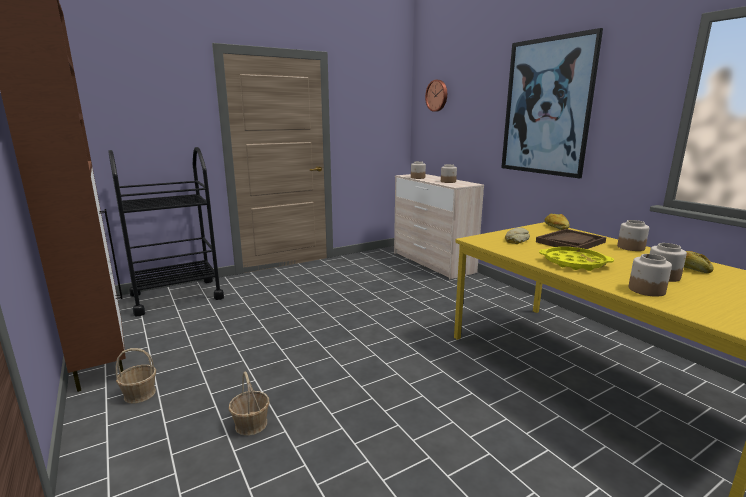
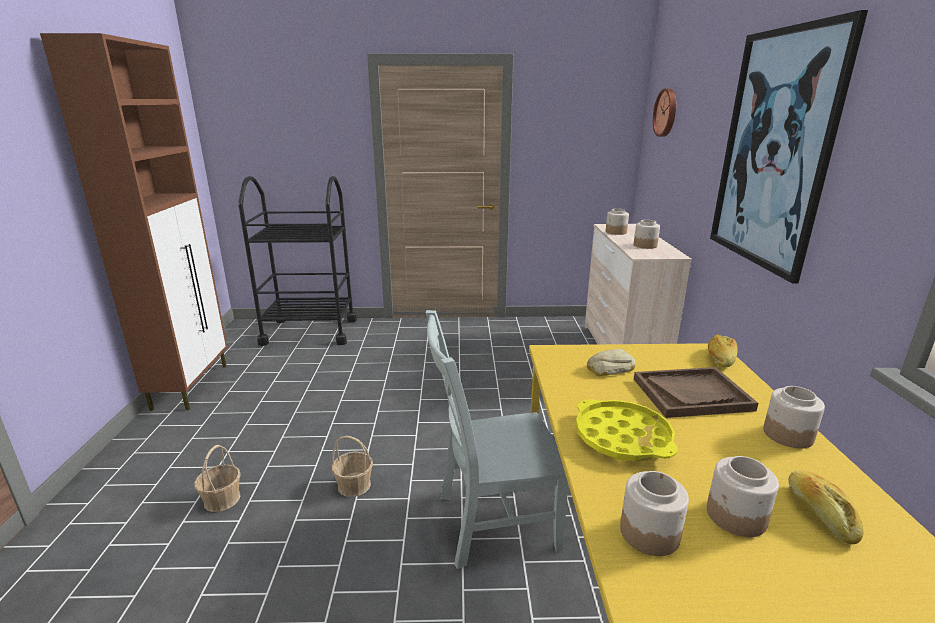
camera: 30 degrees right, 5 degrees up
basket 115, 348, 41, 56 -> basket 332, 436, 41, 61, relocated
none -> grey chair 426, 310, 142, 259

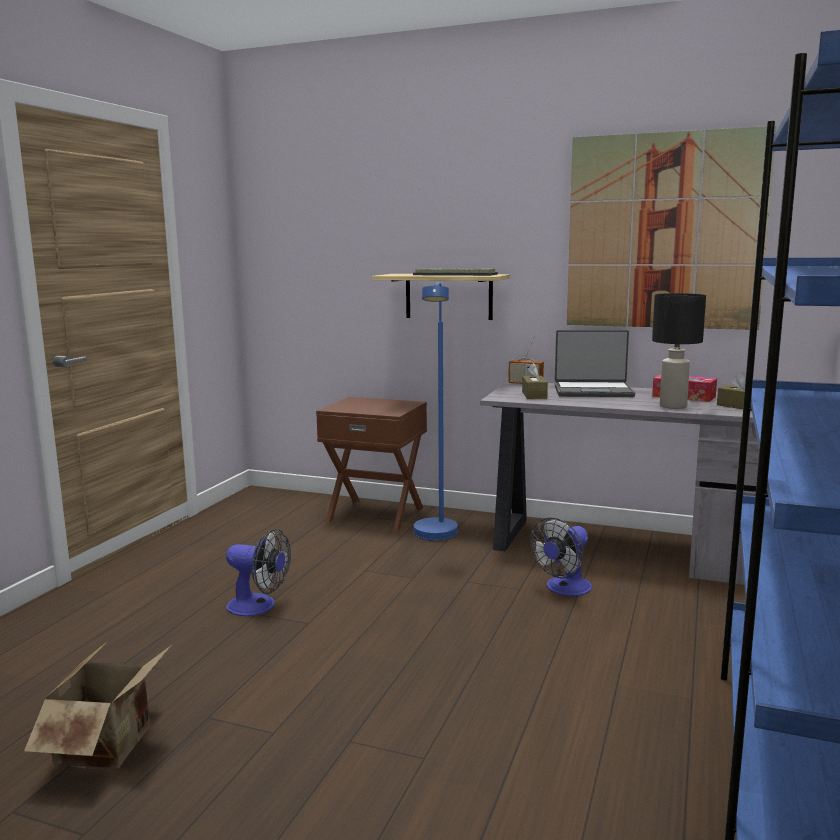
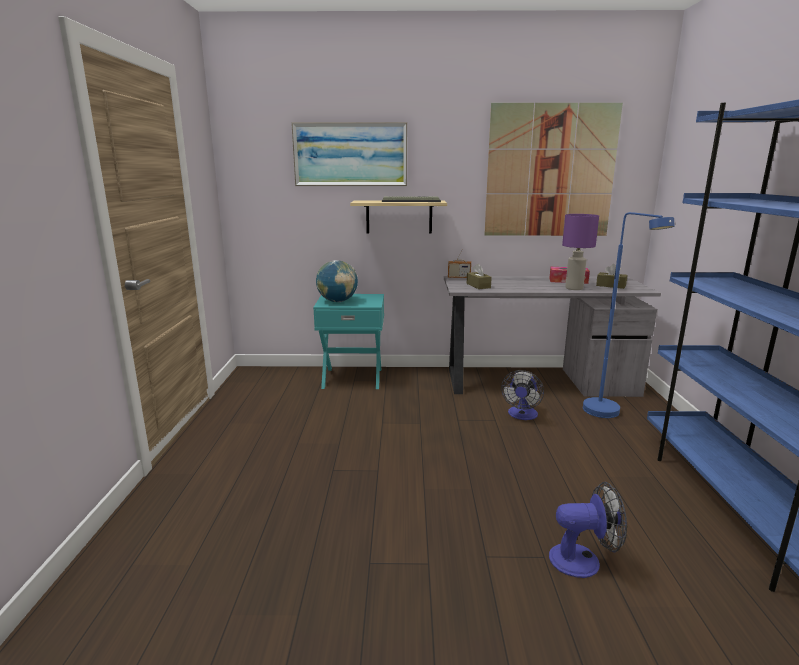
camera: 20 degrees left, 5 degrees up
none -> picture 291, 122, 116, 64
brown nightstand 316, 397, 111, 134 -> turquoise nightstand 313, 294, 71, 95
none -> globe 316, 260, 42, 42
fan 226, 529, 65, 87 -> fan 549, 482, 78, 96, relocated
black table lamp 652, 293, 54, 116 -> purple table lamp 562, 214, 37, 76
blue floor lamp 414, 282, 44, 259 -> blue floor lamp 583, 212, 92, 206, relocated
cardboard box 24, 641, 147, 128 -> none
laptop 555, 330, 80, 67 -> none

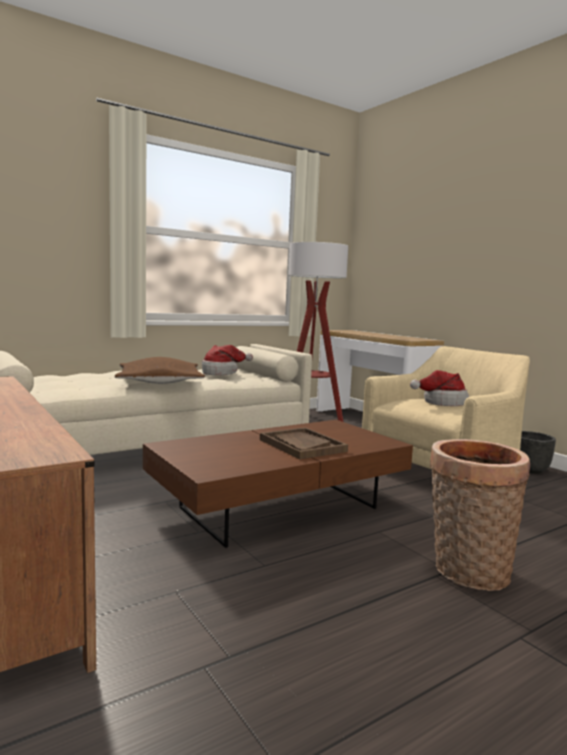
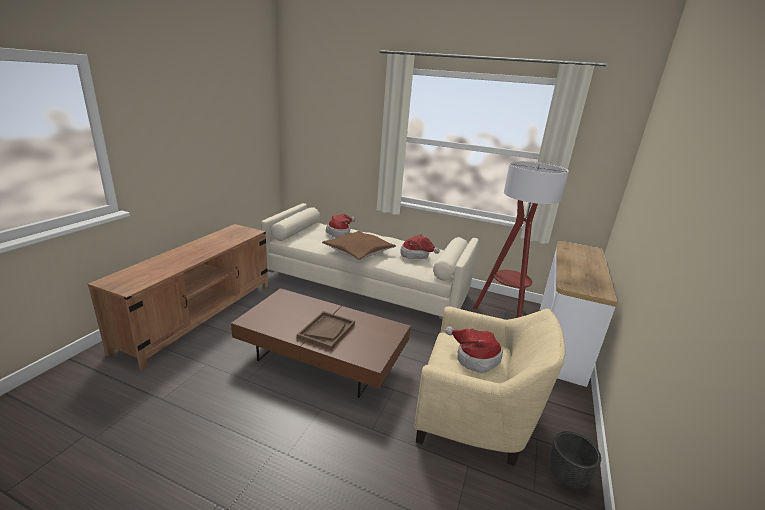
camera: 55 degrees right, 15 degrees up
none -> hat 326, 213, 29, 25
basket 430, 439, 100, 152 -> none

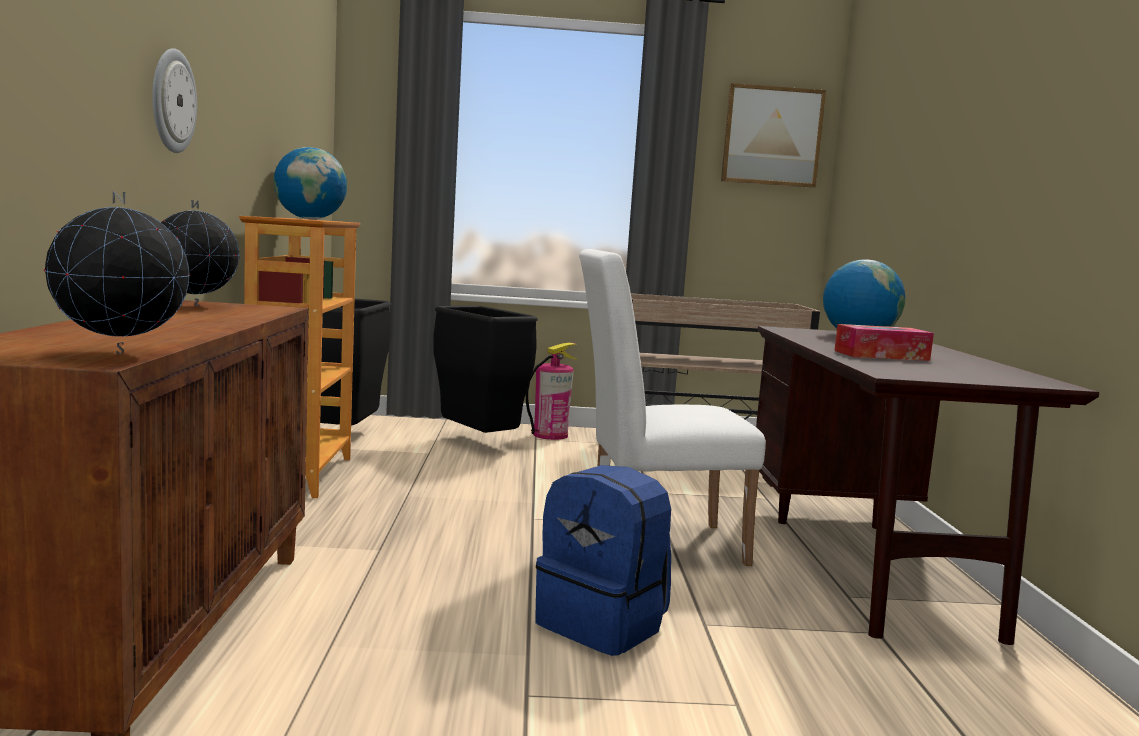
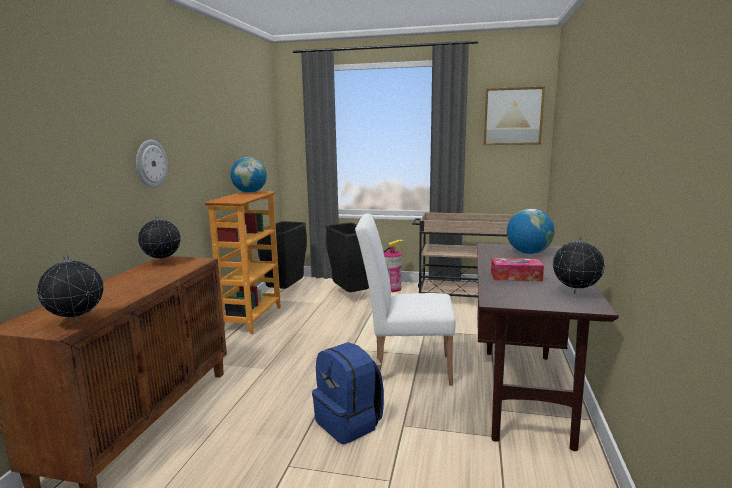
camera: 15 degrees right, 5 degrees up
none -> globe 553, 236, 52, 58

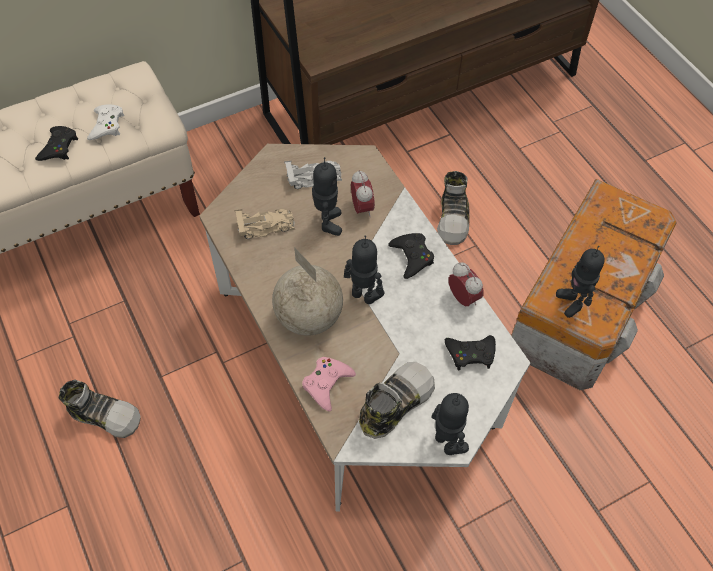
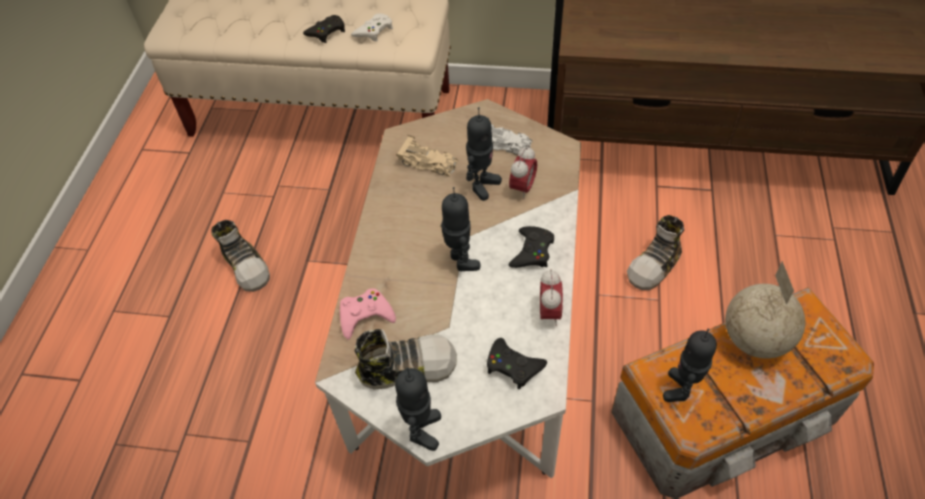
camera: 40 degrees right, 5 degrees down
globe 272, 247, 71, 89 -> globe 725, 261, 80, 98, relocated

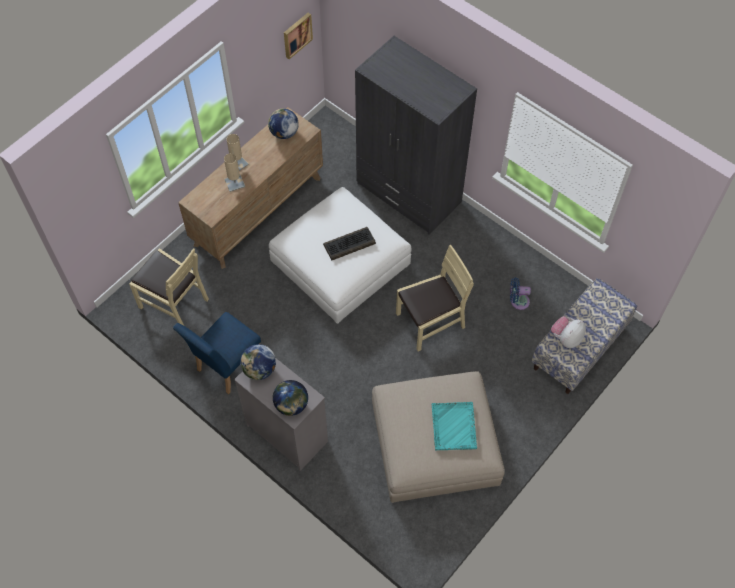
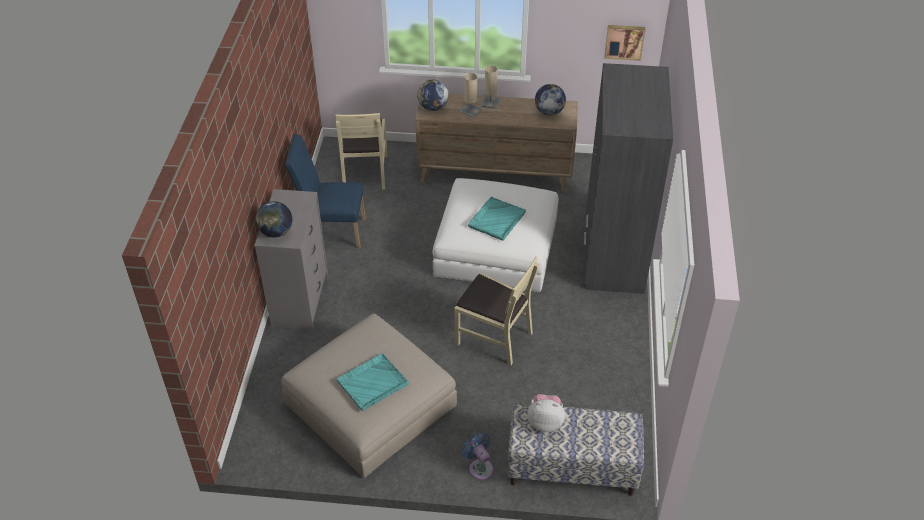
camera: 55 degrees right, 15 degrees down
globe 240, 344, 36, 36 -> globe 417, 79, 32, 32, relocated
blue fan 510, 277, 21, 33 -> blue fan 461, 433, 32, 47, relocated
keyboard 323, 227, 53, 34 -> turquoise tray 468, 197, 58, 44

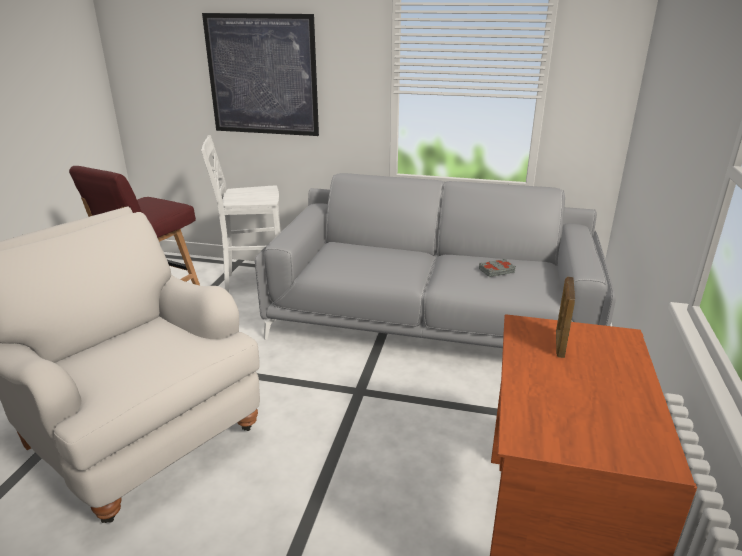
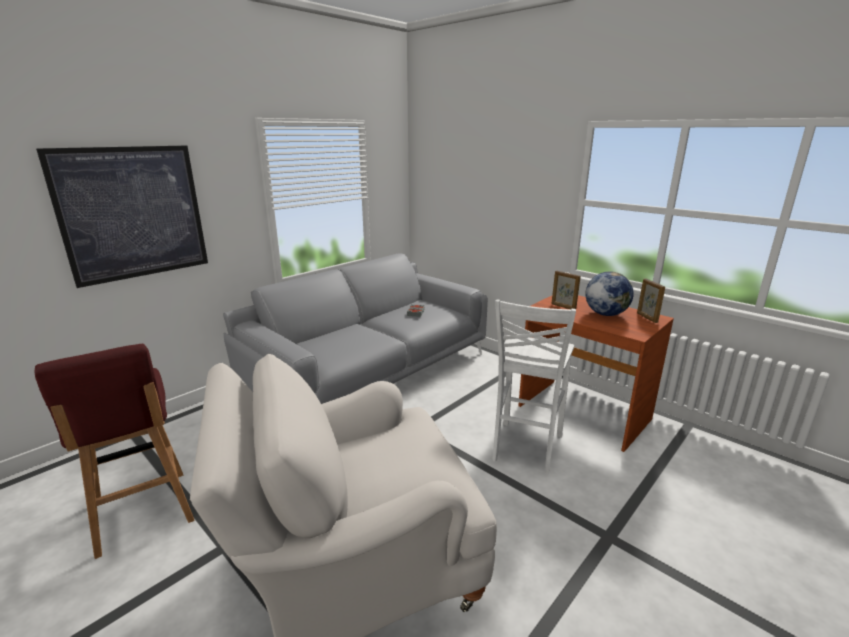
camera: 60 degrees left, 5 degrees down
white stool 201, 135, 80, 157 -> white stool 492, 299, 84, 175, relocated
none -> globe 585, 271, 49, 45
none -> picture frame 637, 279, 28, 44

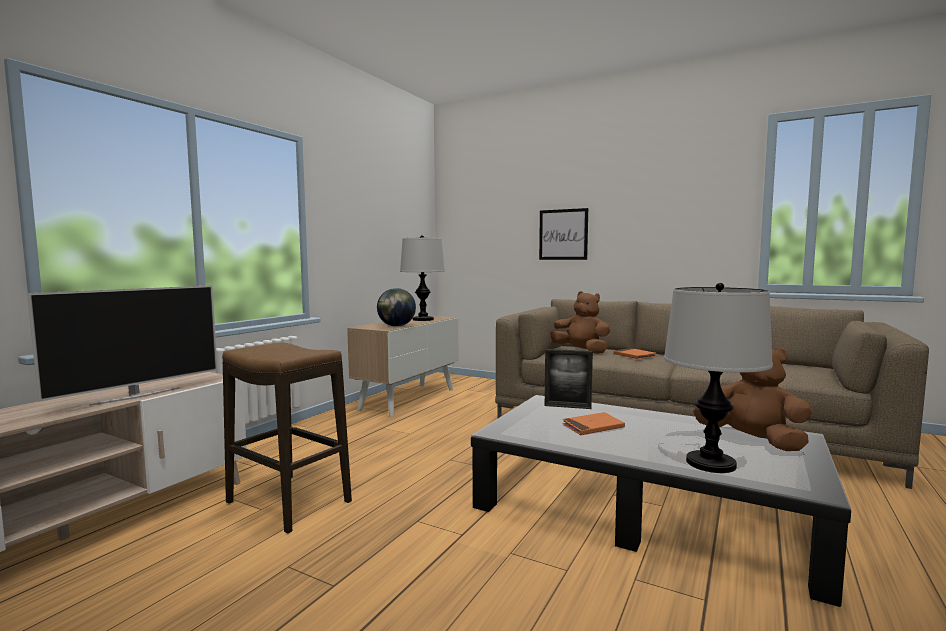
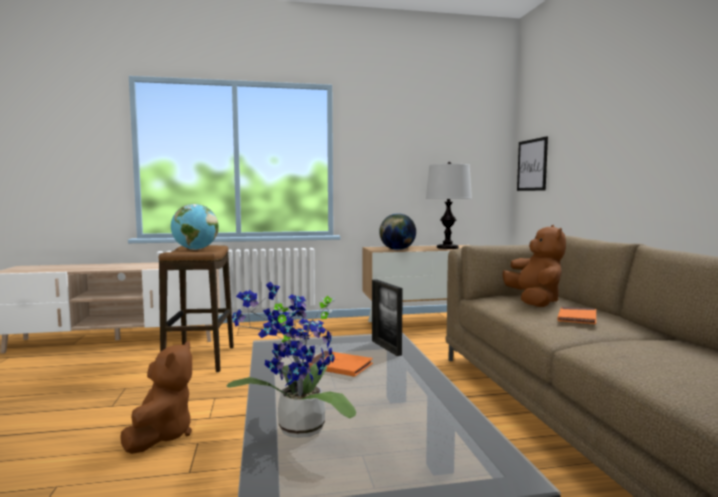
camera: 50 degrees right, 0 degrees up
brown plush toy 693, 347, 119, 104 -> brown plush toy 120, 341, 72, 113, relocated
none -> globe 171, 204, 48, 46
table lamp 664, 283, 109, 190 -> potted plant 226, 281, 130, 157
picture 539, 208, 49, 52 -> picture 517, 136, 31, 55, relocated
television 27, 285, 191, 121 -> none

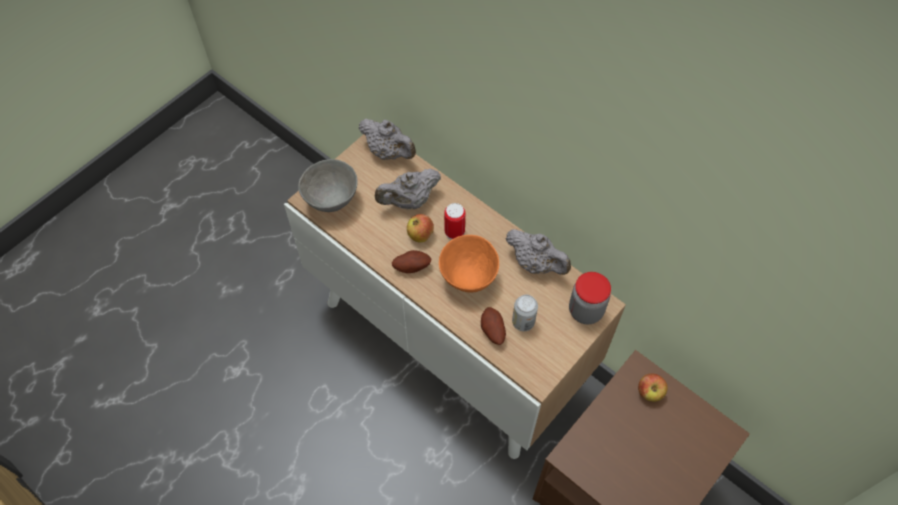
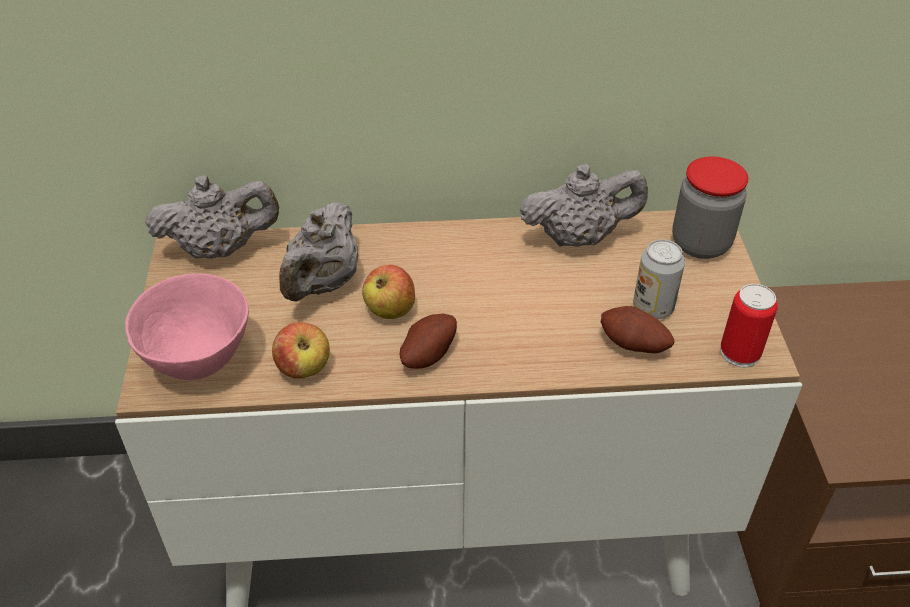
camera: 45 degrees left, 15 degrees down
grey bowl 298, 159, 60, 53 -> pink bowl 125, 273, 124, 107
apple 638, 373, 30, 29 -> apple 272, 322, 58, 57, relocated
can 444, 203, 21, 37 -> can 721, 284, 57, 83, relocated
orange bowl 439, 235, 60, 58 -> none

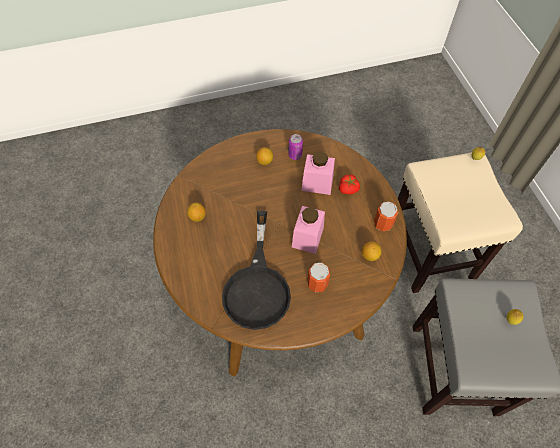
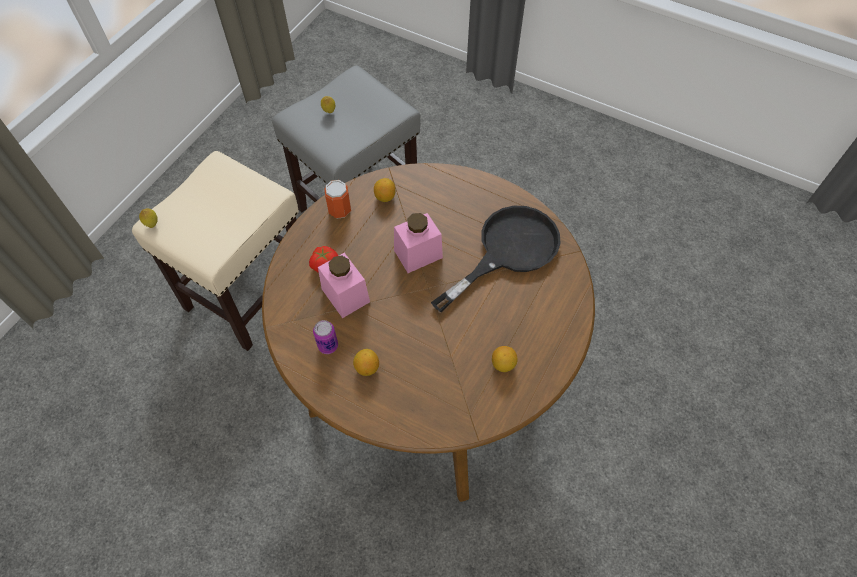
camera: 135 degrees left, 0 degrees up
can 307, 263, 23, 30 -> none

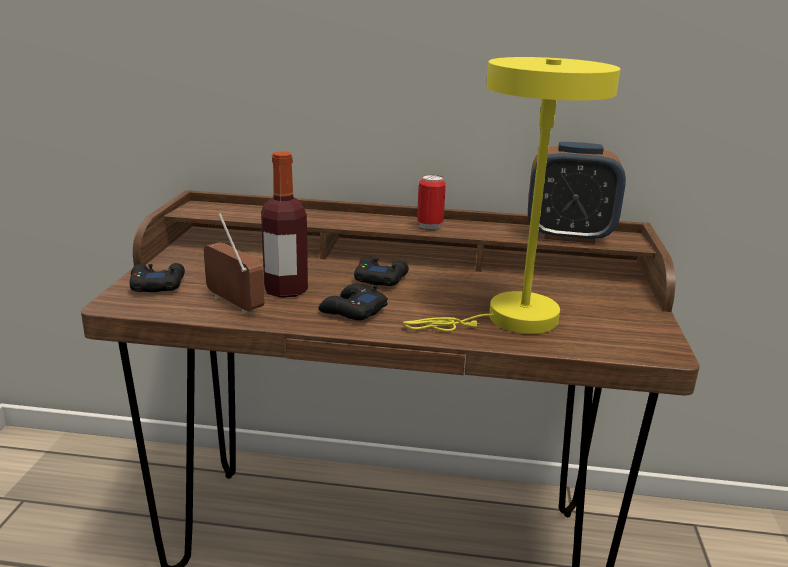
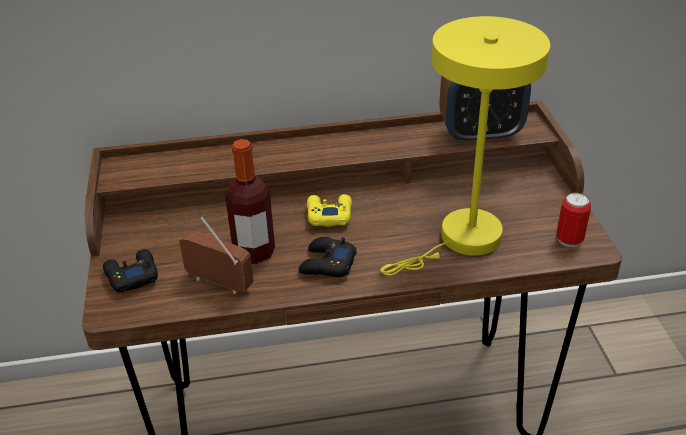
camera: 15 degrees left, 15 degrees up
black game controller 354, 256, 55, 30 -> yellow game controller 307, 194, 45, 33
can 417, 175, 29, 54 -> can 556, 193, 35, 54, relocated

